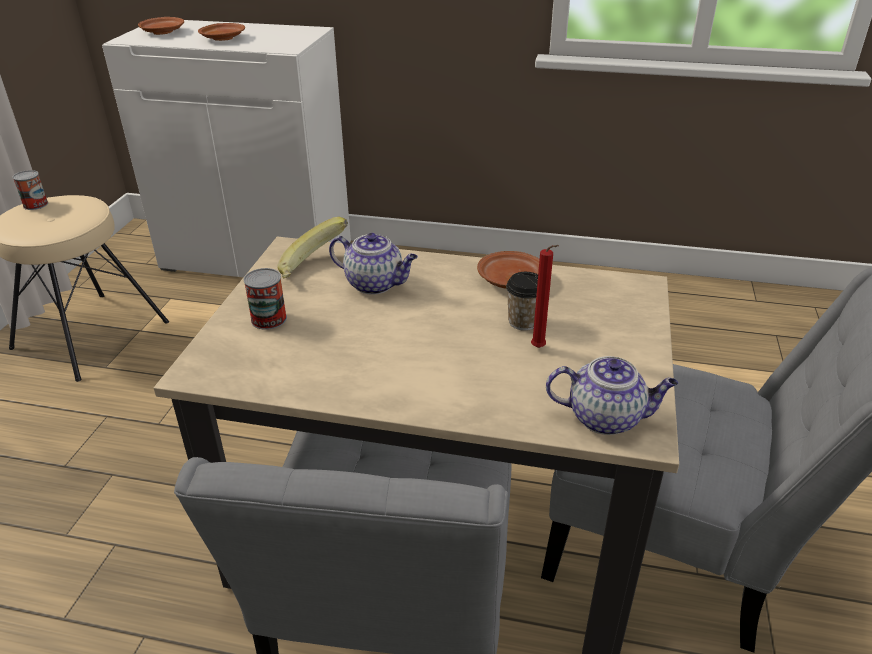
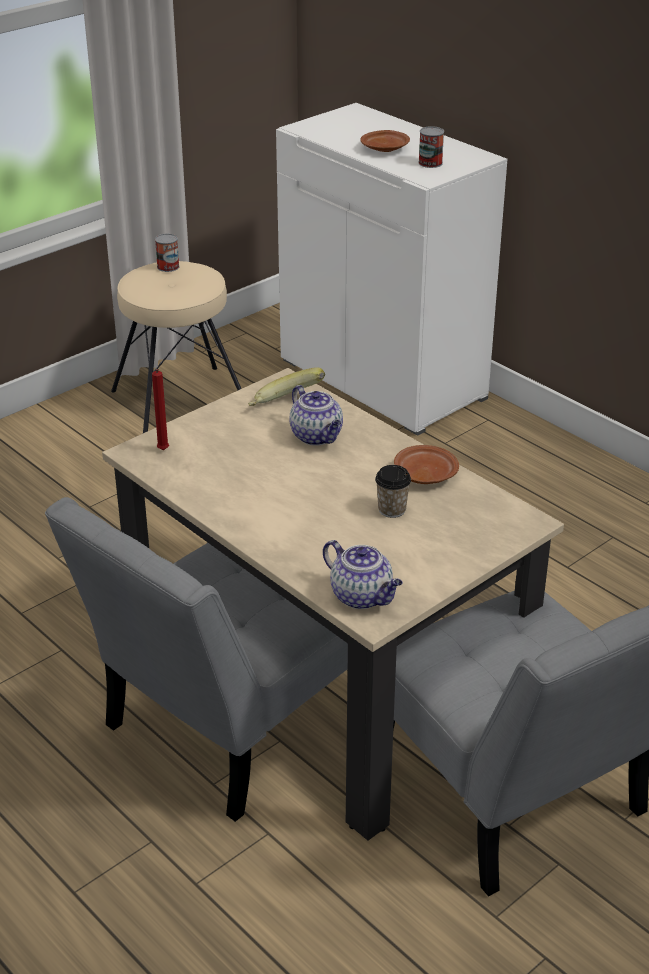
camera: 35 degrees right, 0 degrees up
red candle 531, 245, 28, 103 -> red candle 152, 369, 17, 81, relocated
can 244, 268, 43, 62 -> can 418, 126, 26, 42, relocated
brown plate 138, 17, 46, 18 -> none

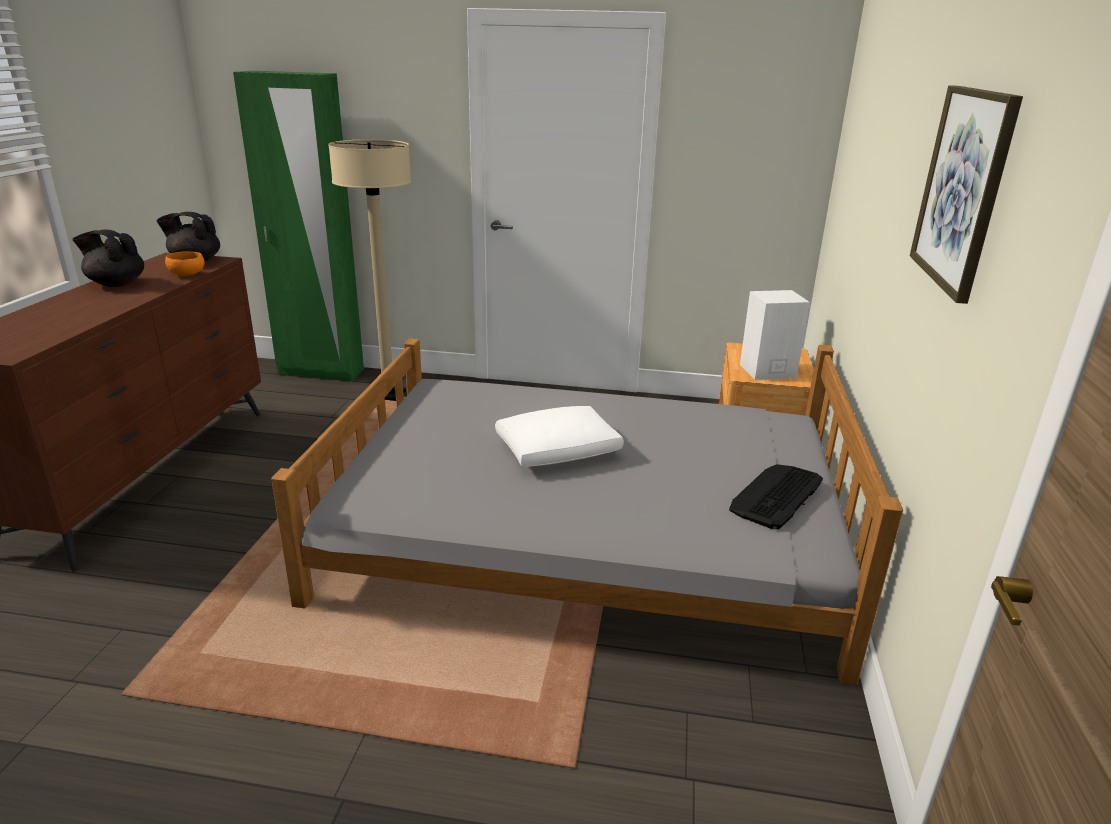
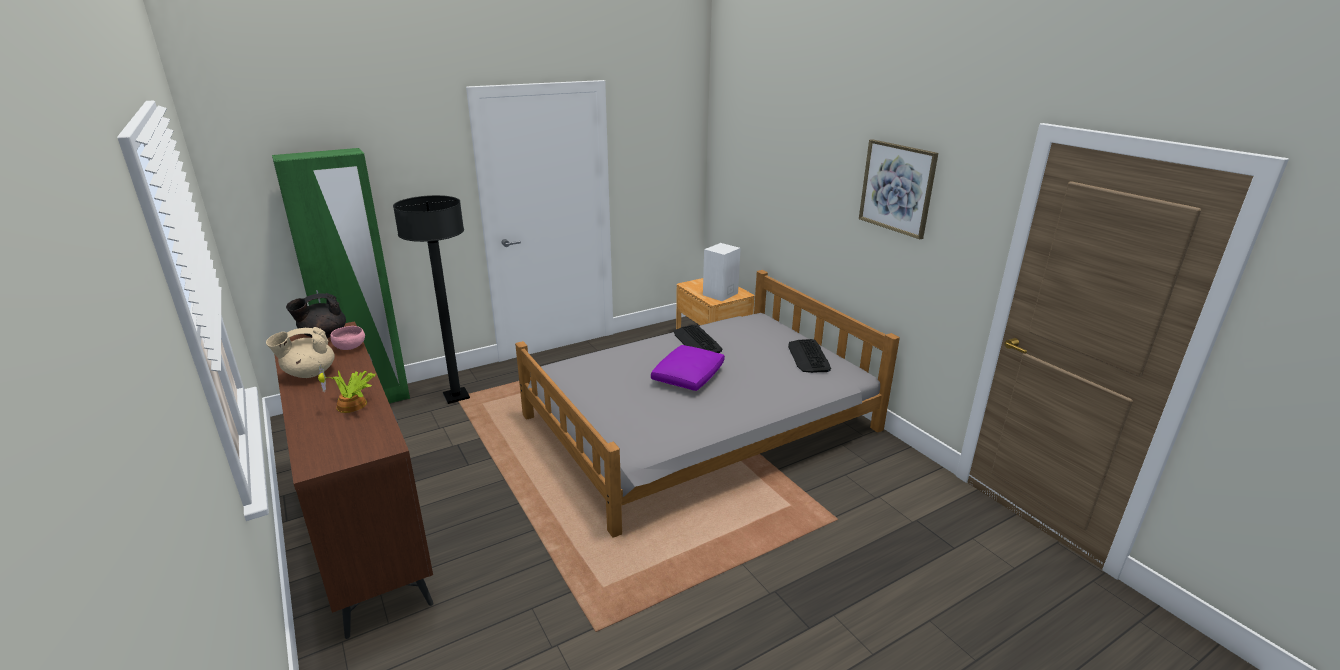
camera: 40 degrees left, 0 degrees up
black teapot 72, 229, 72, 58 -> beige teapot 266, 327, 69, 51
none -> potted plant 318, 364, 57, 49
orange bowl 165, 252, 40, 24 -> pink bowl 330, 326, 35, 24
beige floor lamp 328, 139, 83, 262 -> black floor lamp 393, 195, 77, 209
white pillow 495, 406, 129, 61 -> purple pillow 651, 345, 74, 46
none -> keyboard 674, 325, 49, 28

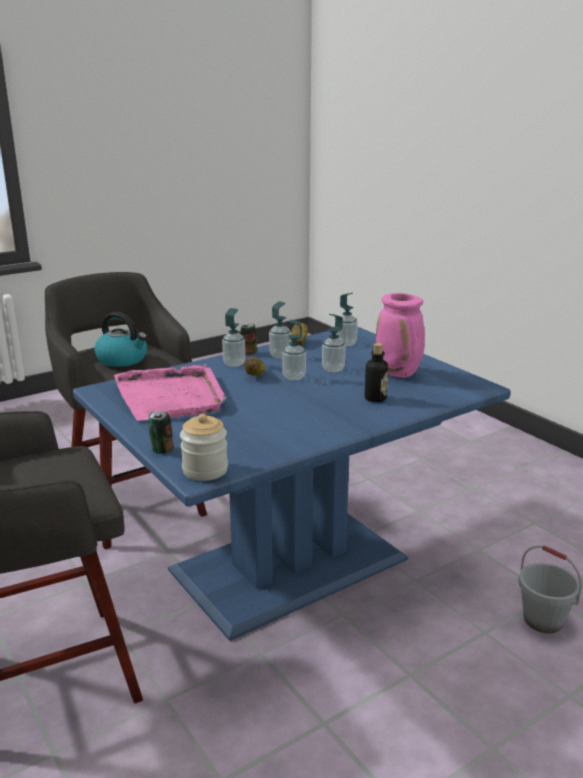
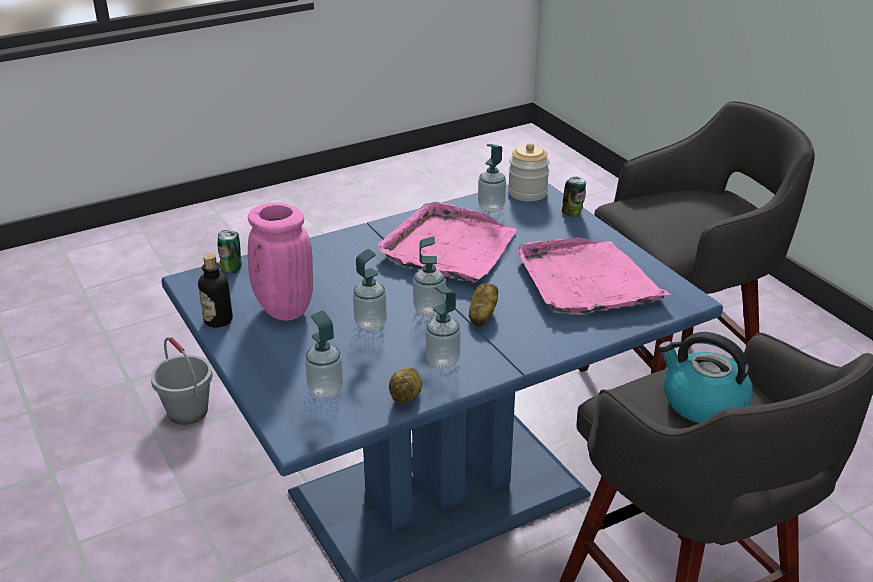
camera: 175 degrees left, 10 degrees up
bottle 365, 343, 23, 59 -> bottle 198, 253, 35, 75, relocated
can 240, 323, 17, 32 -> can 218, 230, 24, 43, relocated
none -> pink tray 378, 202, 139, 80
soap dispenser 222, 308, 23, 59 -> soap dispenser 478, 144, 28, 68, relocated

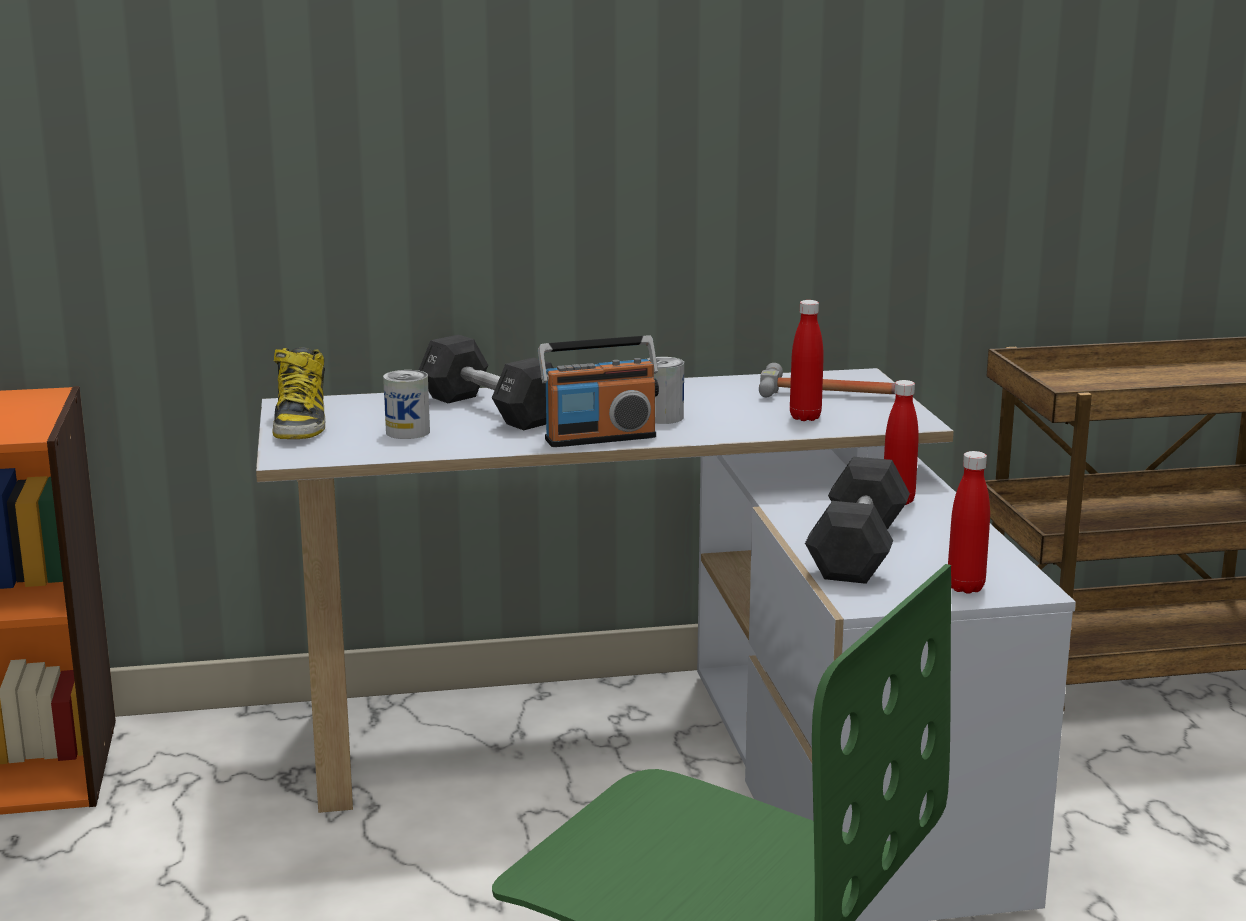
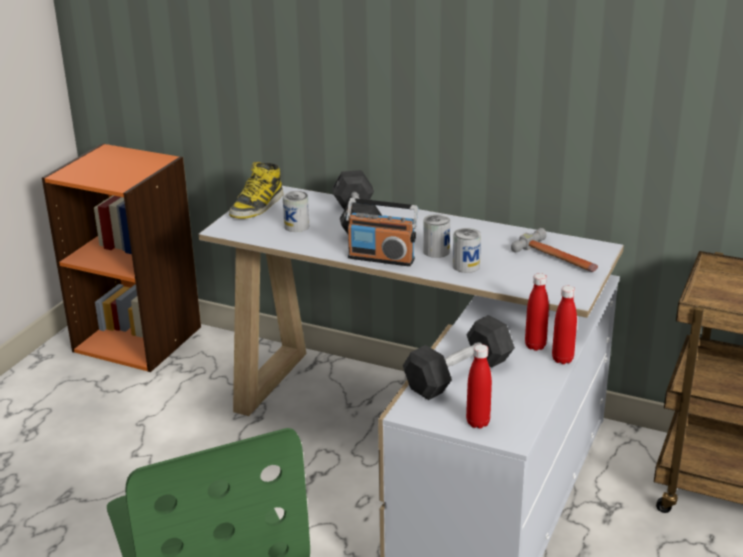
camera: 35 degrees right, 10 degrees up
none -> can 453, 228, 28, 45
red bottle 790, 300, 34, 121 -> red bottle 552, 286, 25, 78, relocated

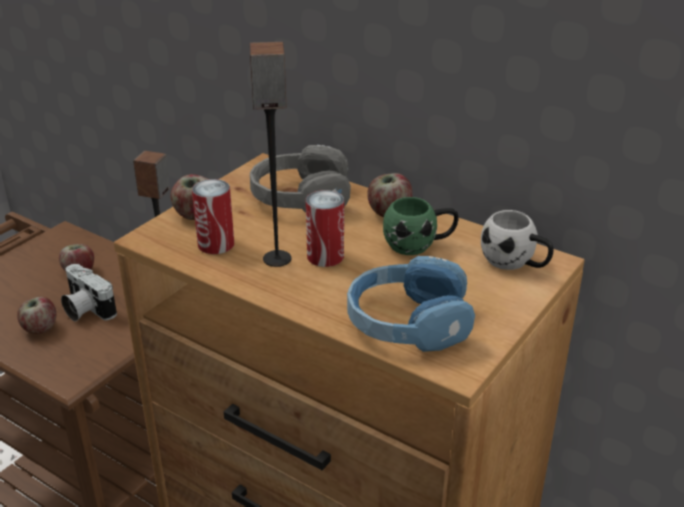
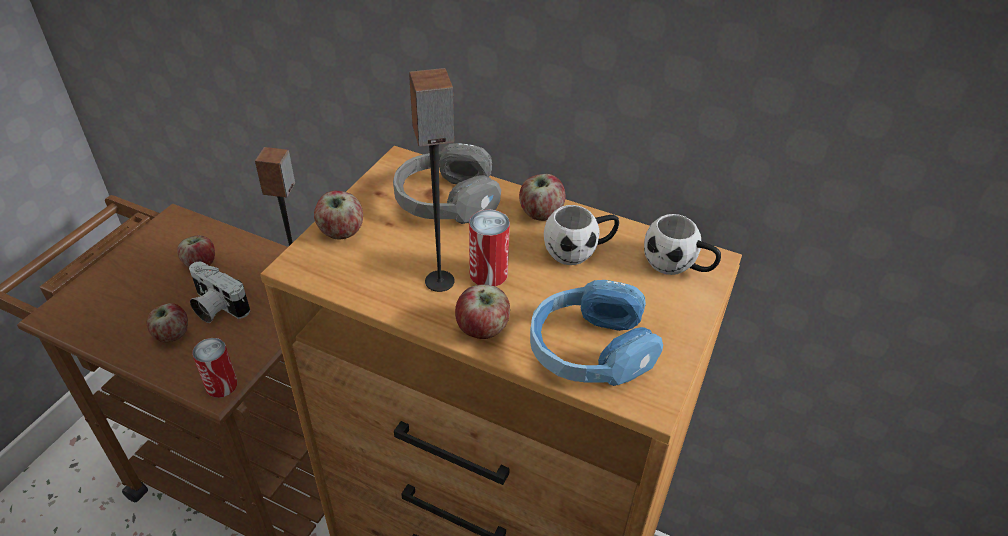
camera: 10 degrees left, 10 degrees up
can 192, 179, 42, 75 -> can 192, 338, 45, 60, relocated
none -> apple 455, 285, 55, 54
green mug 383, 197, 75, 58 -> white mug 544, 205, 75, 60

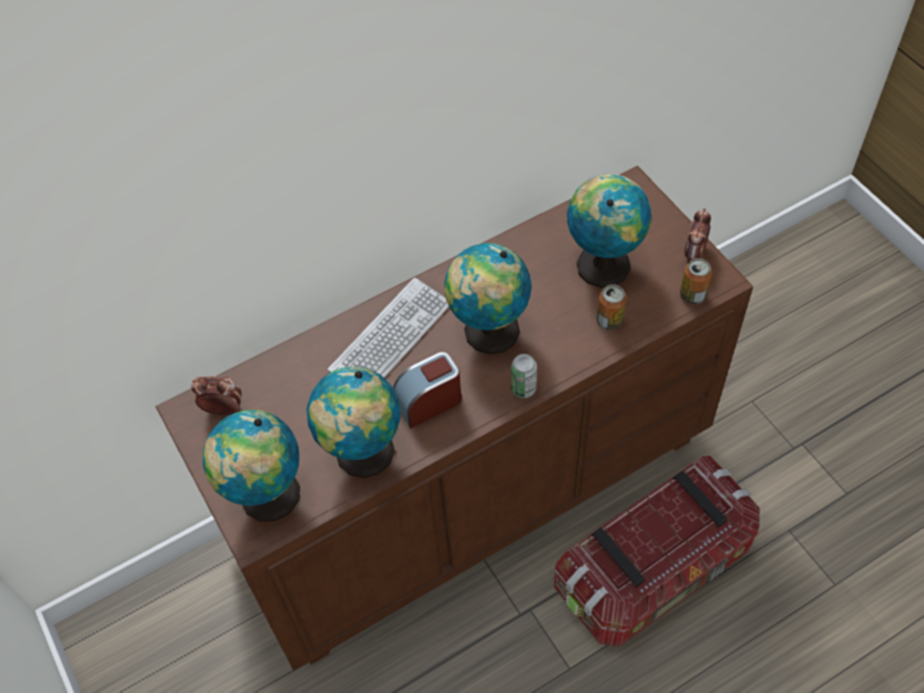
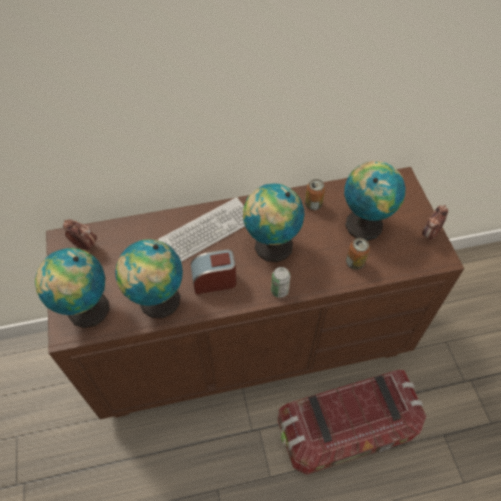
camera: 15 degrees right, 0 degrees up
can 680, 258, 32, 46 -> can 305, 179, 20, 31, relocated

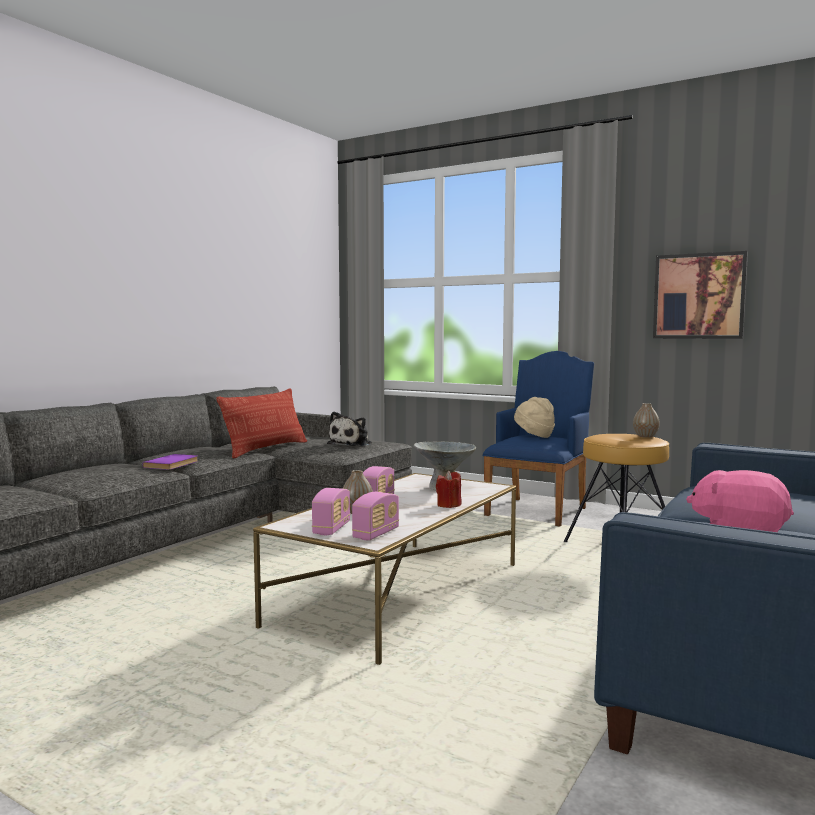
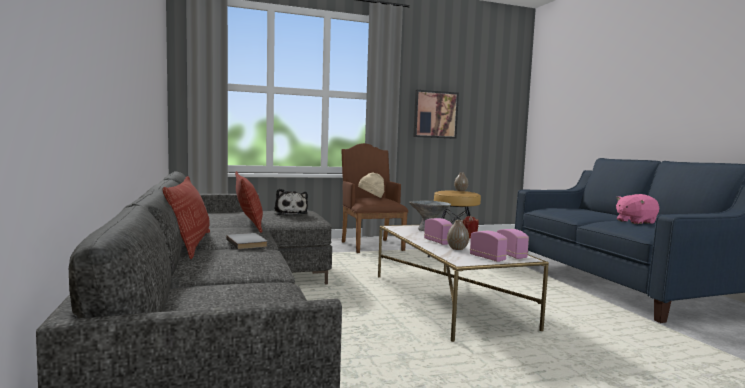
camera: 50 degrees left, 0 degrees up
none -> pillow 163, 176, 47, 83
purple book 143, 454, 55, 16 -> grey book 226, 233, 42, 16
blue armchair 483, 351, 111, 175 -> brown armchair 341, 143, 67, 110

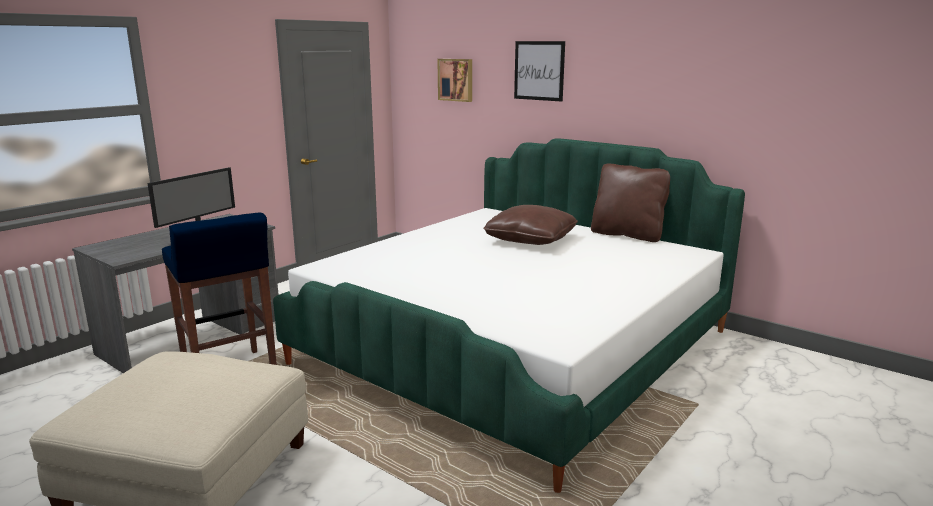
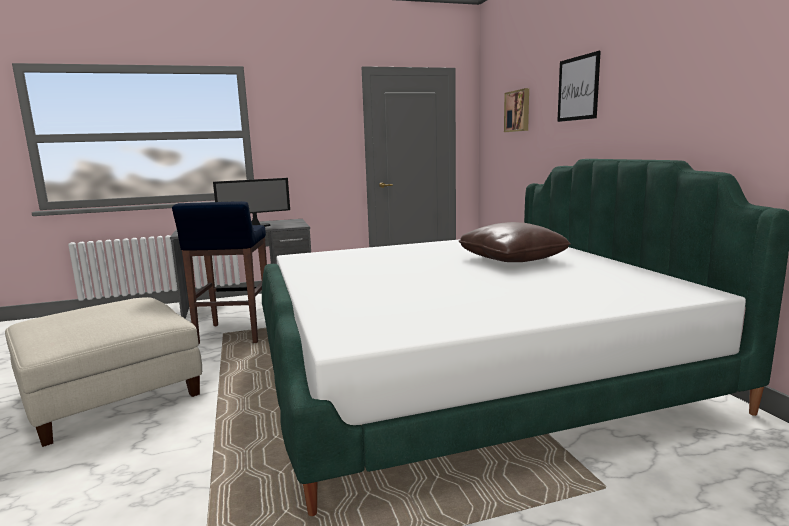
camera: 35 degrees right, 5 degrees down
brown pillow 591, 164, 79, 78 -> none

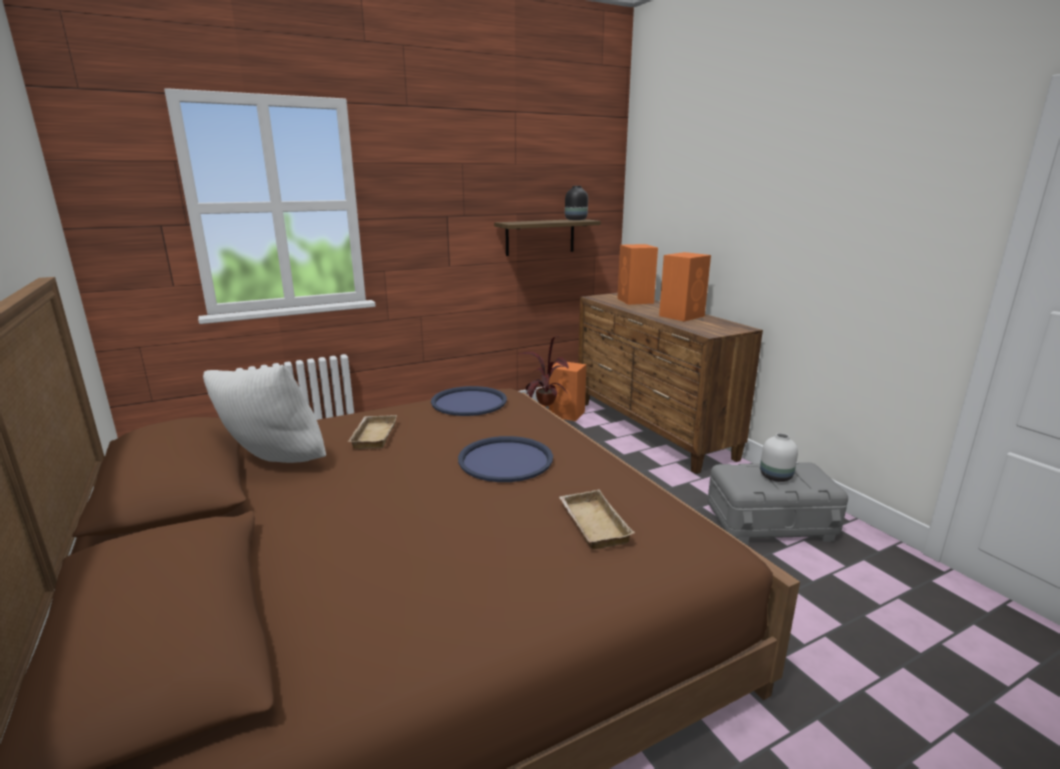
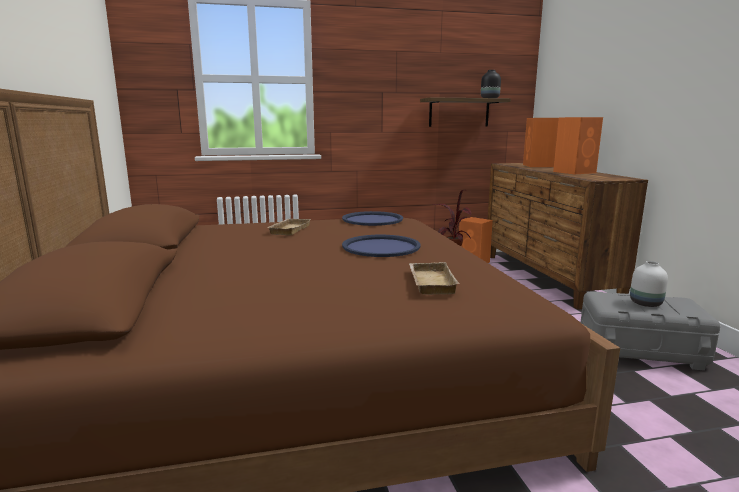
camera: 15 degrees right, 5 degrees down
white pillow 203, 364, 123, 99 -> none

